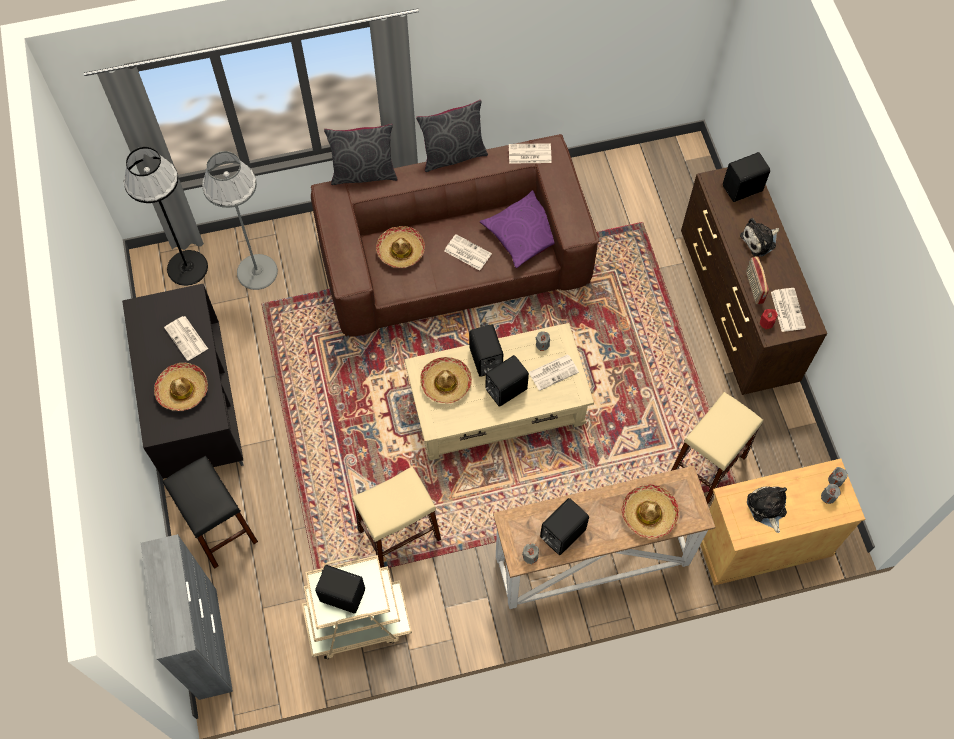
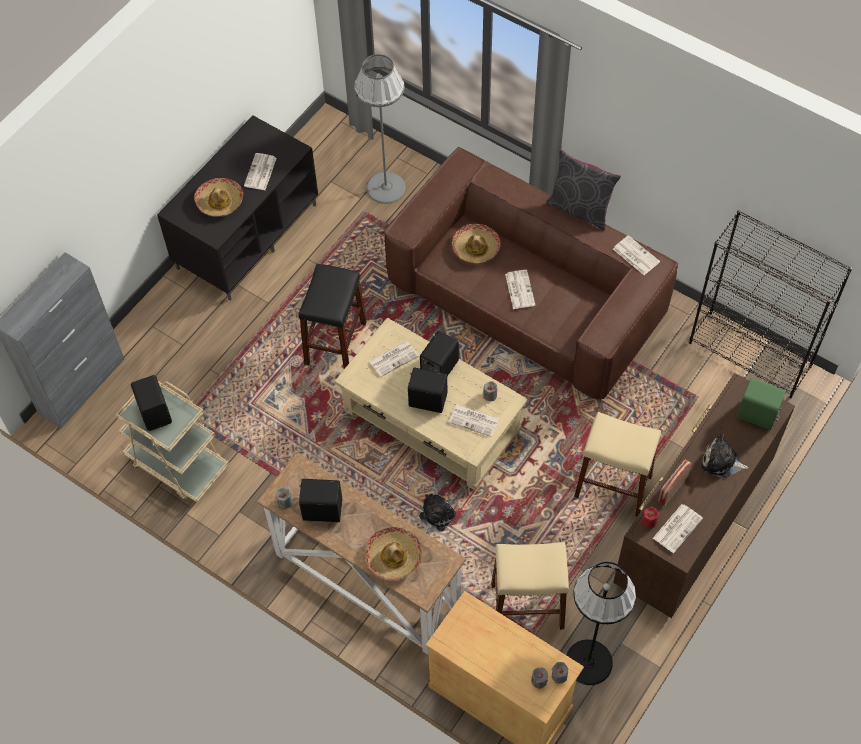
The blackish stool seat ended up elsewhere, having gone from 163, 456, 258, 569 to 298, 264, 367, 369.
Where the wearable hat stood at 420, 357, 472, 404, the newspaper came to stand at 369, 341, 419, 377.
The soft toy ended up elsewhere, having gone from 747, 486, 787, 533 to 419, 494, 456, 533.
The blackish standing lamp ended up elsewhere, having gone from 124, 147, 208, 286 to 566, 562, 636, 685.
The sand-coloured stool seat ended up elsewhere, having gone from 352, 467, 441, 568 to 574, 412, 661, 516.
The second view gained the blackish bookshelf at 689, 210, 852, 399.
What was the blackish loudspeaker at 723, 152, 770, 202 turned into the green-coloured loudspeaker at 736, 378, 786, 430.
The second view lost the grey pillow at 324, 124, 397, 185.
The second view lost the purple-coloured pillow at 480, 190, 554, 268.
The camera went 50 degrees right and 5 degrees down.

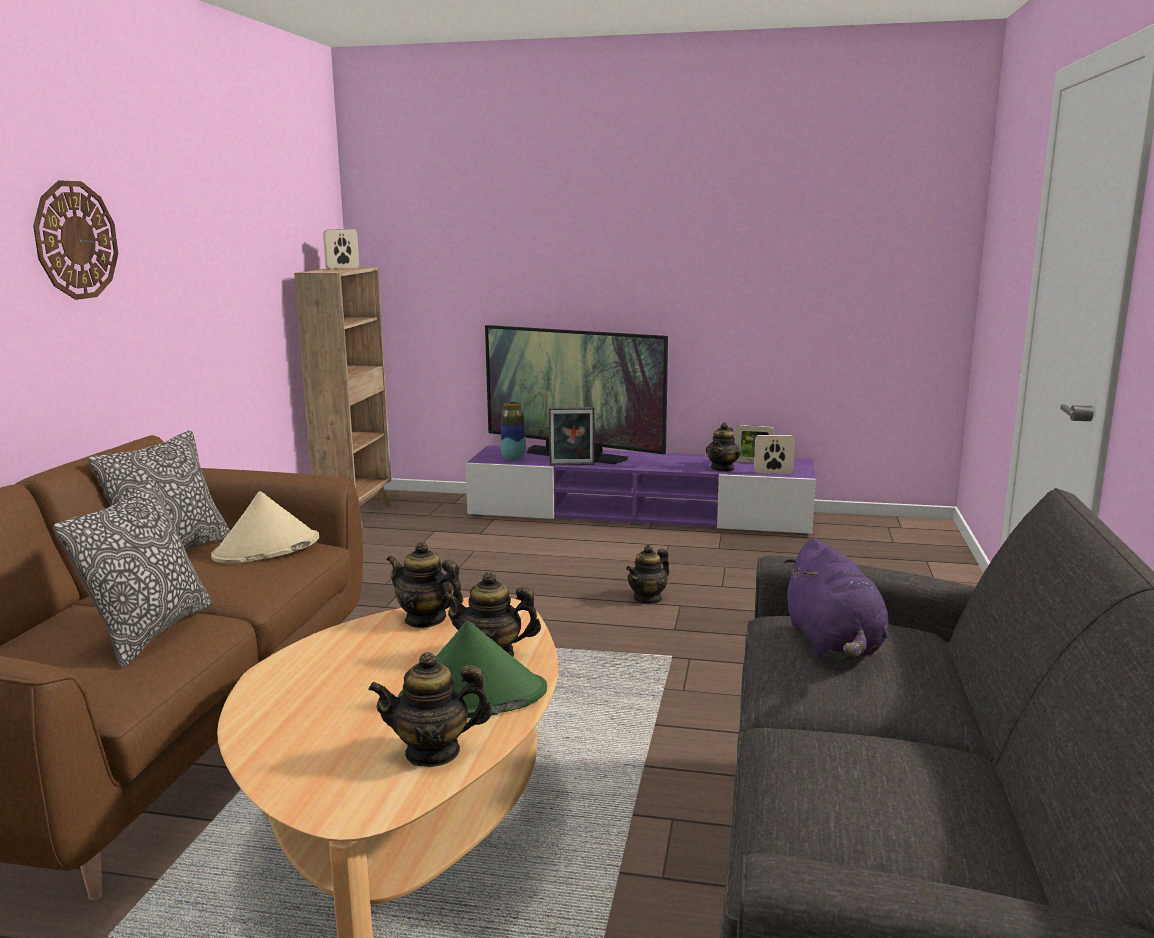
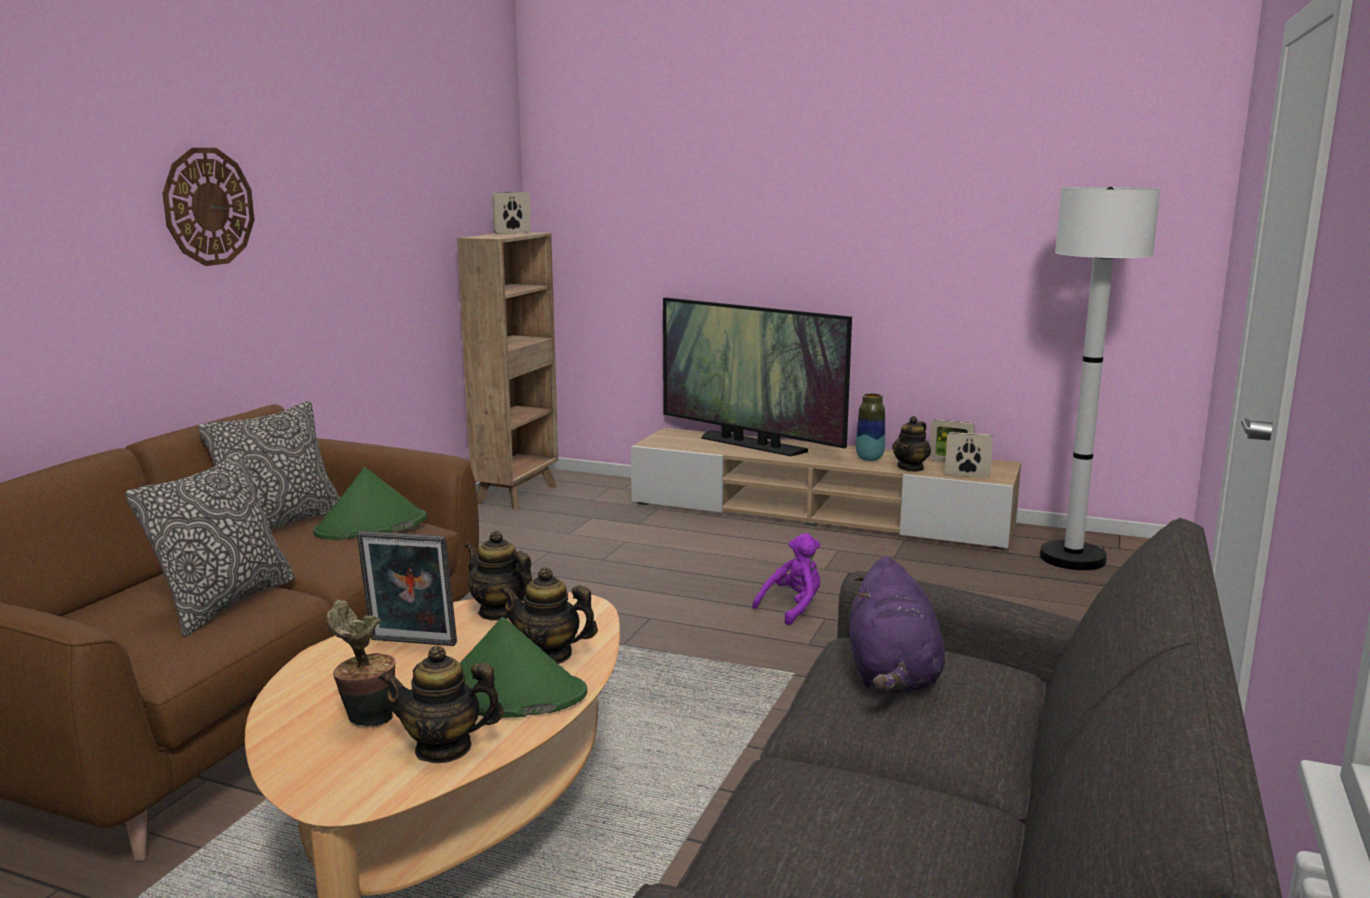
What was the sand-coloured wearable hat at 211, 491, 319, 564 turned into the green-coloured wearable hat at 313, 467, 427, 540.
The second view gained the houseplant at 326, 600, 396, 727.
The picture frame ended up elsewhere, having gone from 549, 407, 594, 465 to 357, 531, 457, 646.
What was the purple-coloured tv stand at 465, 445, 816, 535 turned into the sand-coloured tv stand at 631, 428, 1021, 550.
Where the tea pot stood at 626, 545, 670, 605, the purple-coloured soft toy came to stand at 752, 533, 820, 625.
The decorative vase ended up elsewhere, having gone from 501, 402, 526, 461 to 856, 393, 885, 461.
The second view gained the white-coloured standing lamp at 1040, 187, 1160, 570.
The camera went 10 degrees right and 0 degrees up.

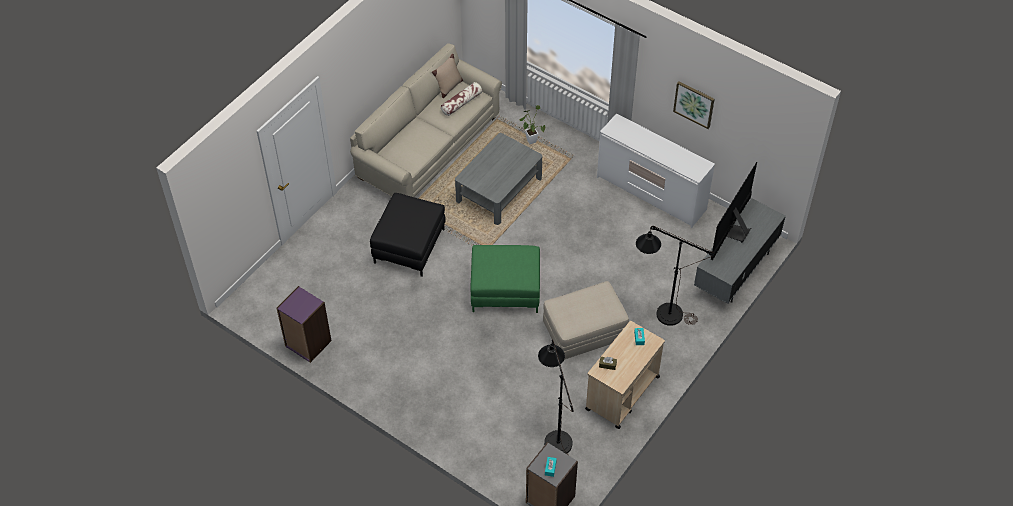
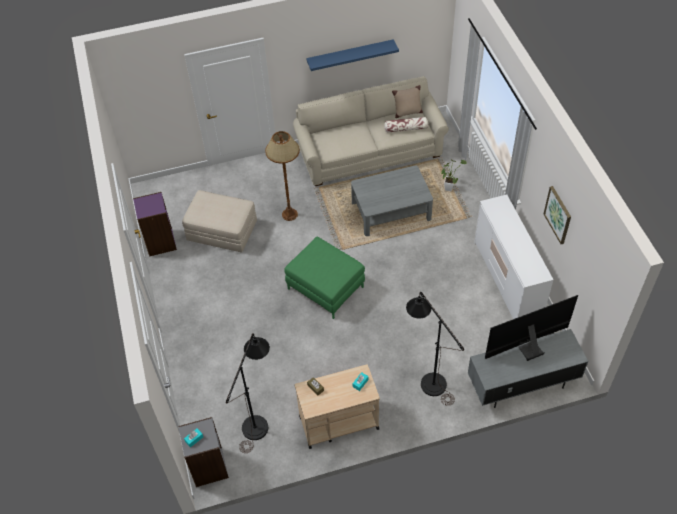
The sand-coloured footrest ended up elsewhere, having gone from 543, 281, 629, 359 to 182, 190, 257, 253.
Where the blackish footrest stood at 370, 193, 446, 277, the brownish standing lamp came to stand at 265, 131, 300, 221.
The second view gained the bluish wall shelf at 306, 39, 399, 71.
The camera went 40 degrees right and 0 degrees up.

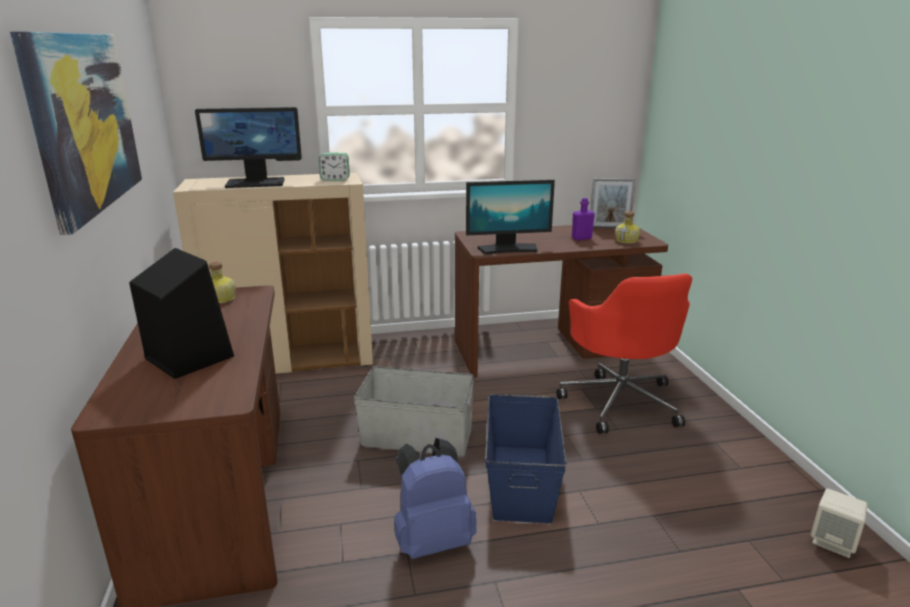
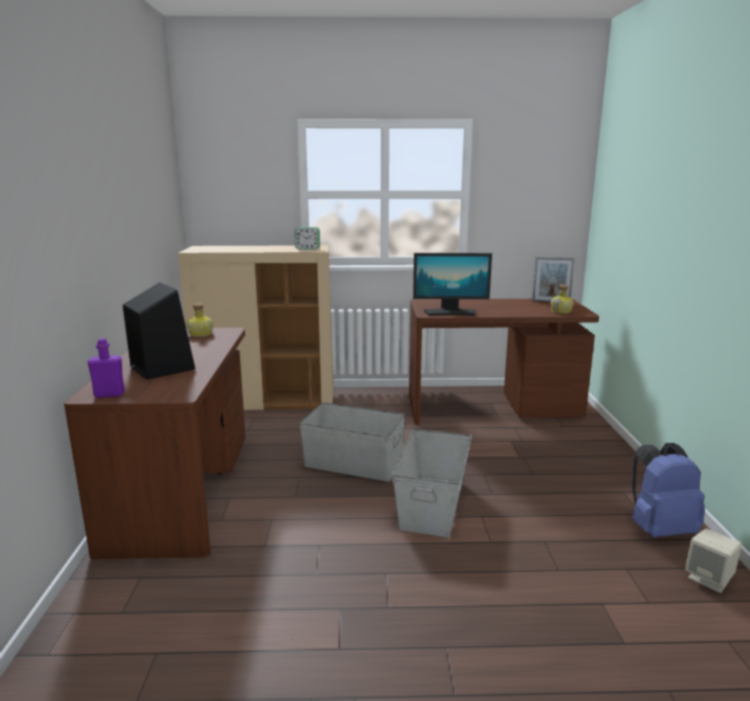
The purple-coloured beverage bottle ended up elsewhere, having gone from 572, 198, 595, 240 to 88, 338, 125, 398.
What was the bluish storage bin at 485, 394, 567, 523 turned into the grey storage bin at 392, 429, 472, 537.
The bluish rucksack ended up elsewhere, having gone from 394, 438, 477, 559 to 632, 443, 705, 538.
The second view lost the wall picture at 10, 31, 142, 235.
The second view lost the monitor at 195, 107, 302, 188.
The second view lost the reddish computer chair at 556, 274, 692, 434.
The camera went 10 degrees right and 5 degrees down.

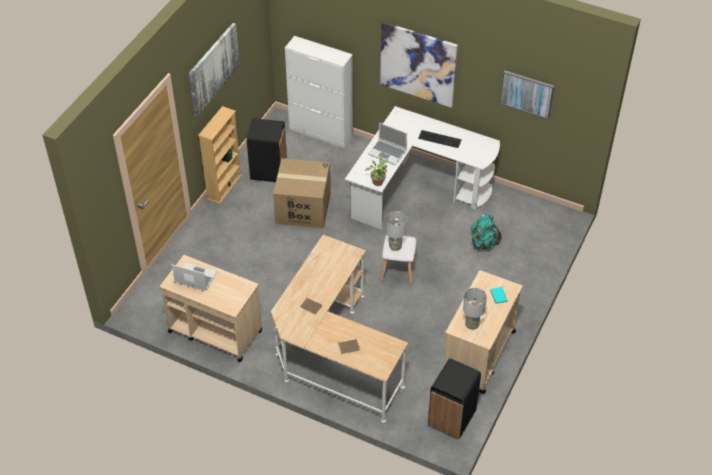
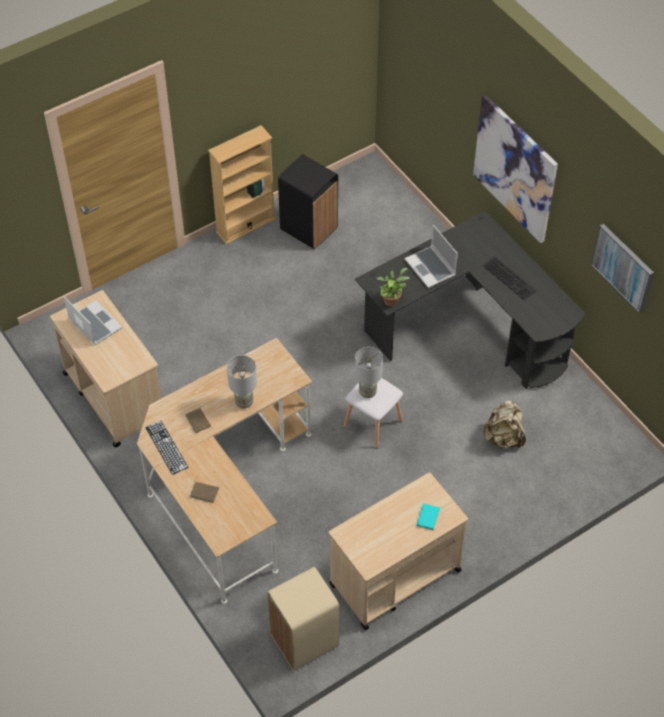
The second view gained the computer keyboard at 145, 420, 189, 475.
The grey table lamp ended up elsewhere, having gone from 463, 288, 487, 330 to 227, 355, 257, 409.
What was the blackish waste bin at 428, 359, 481, 439 turned into the sand-coloured waste bin at 267, 567, 339, 671.
What was the white-coloured desk unit at 345, 106, 500, 229 turned into the blackish desk unit at 355, 211, 585, 389.
What was the blue-green rucksack at 471, 214, 502, 249 turned into the sand-coloured rucksack at 483, 400, 526, 449.
The second view lost the wall picture at 189, 23, 240, 116.
The second view lost the cardboard box at 273, 158, 331, 228.
The second view lost the white-coloured cupboard at 285, 36, 353, 148.
The camera went 30 degrees right and 5 degrees up.

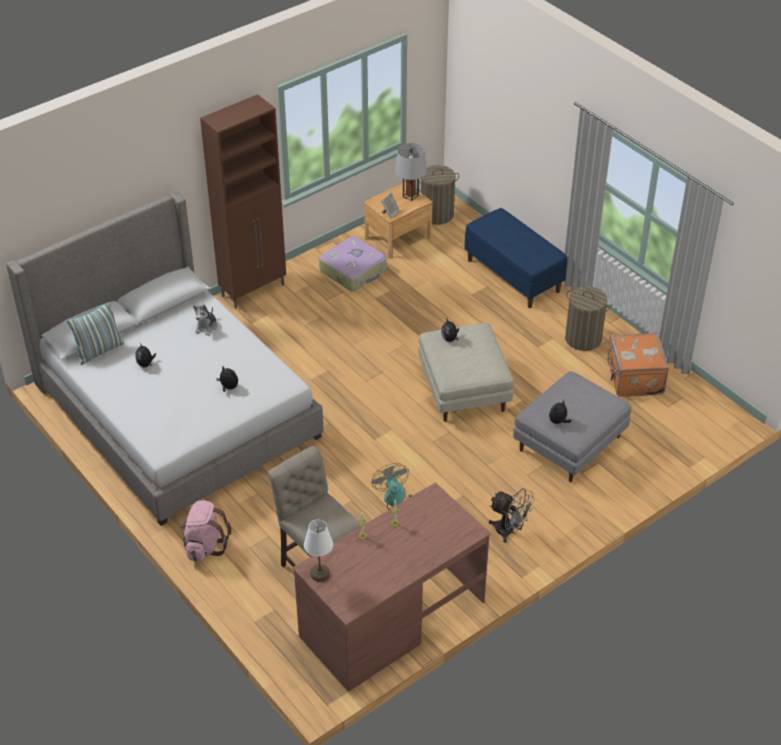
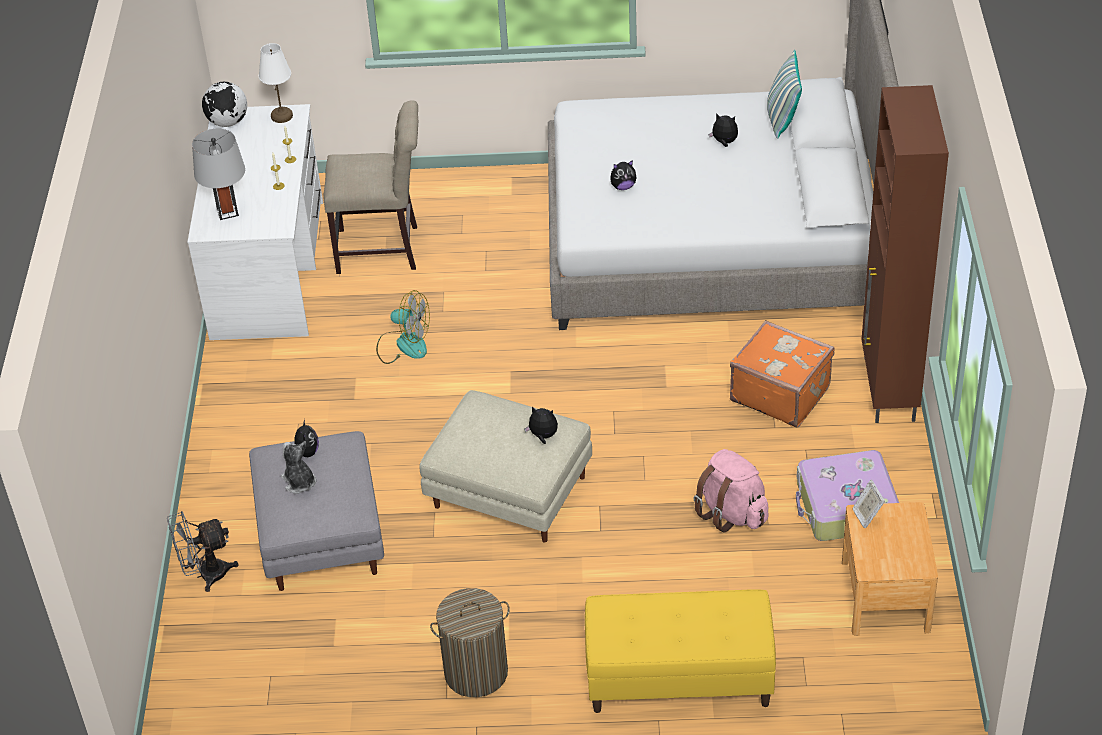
The grey cooling fan ended up elsewhere, having gone from 489, 488, 535, 543 to 167, 511, 239, 592.
What was the brownish desk unit at 293, 482, 491, 692 turned into the white-coloured desk unit at 187, 104, 323, 340.
The grey table lamp ended up elsewhere, having gone from 395, 143, 427, 201 to 192, 129, 245, 220.
The second view gained the world globe at 202, 82, 247, 127.
The soft toy ended up elsewhere, having gone from 193, 305, 217, 336 to 281, 441, 316, 494.
What was the bluish bench at 465, 208, 567, 308 turned into the yellow bench at 585, 589, 776, 713.
The pink-coloured rucksack ended up elsewhere, having gone from 180, 500, 232, 561 to 693, 449, 768, 533.
The orange travel case ended up elsewhere, having gone from 607, 333, 669, 397 to 730, 320, 834, 428.
The second view lost the washing basket at 419, 165, 459, 225.
The camera went 130 degrees right and 0 degrees up.

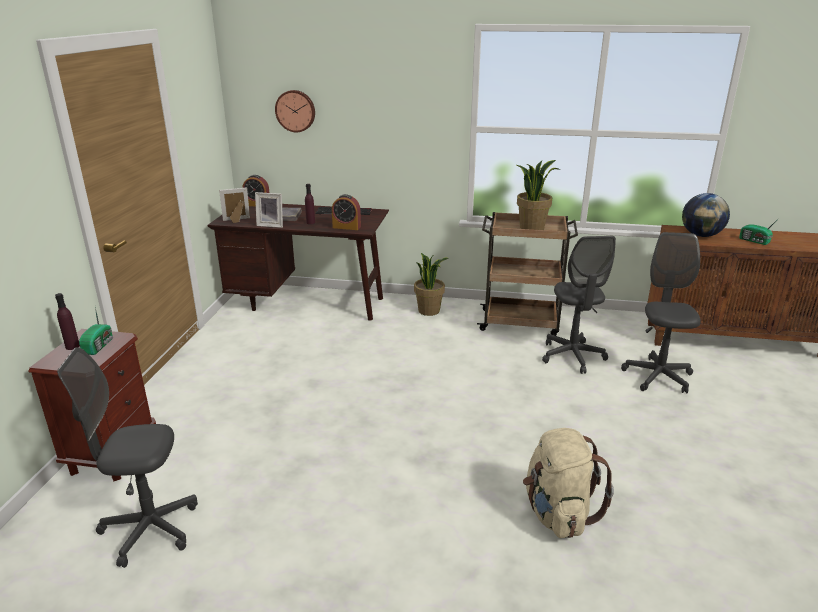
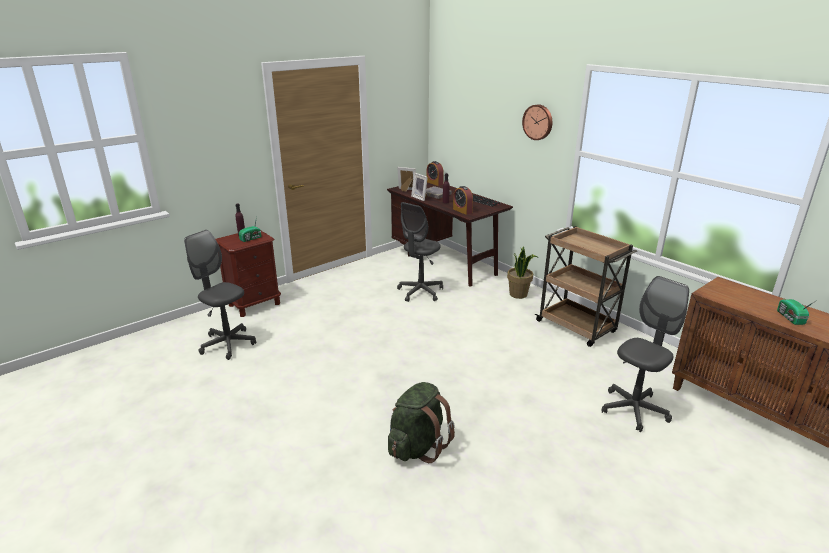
What was the sand-coloured rucksack at 523, 428, 614, 538 turned into the green-coloured rucksack at 388, 382, 455, 463.
The grey computer chair ended up elsewhere, having gone from 542, 236, 616, 374 to 397, 202, 443, 302.
The wall clock ended up elsewhere, having gone from 275, 90, 315, 133 to 522, 104, 552, 140.
The second view lost the houseplant at 517, 160, 561, 230.
The second view lost the world globe at 682, 193, 730, 237.
The camera went 40 degrees right and 0 degrees up.

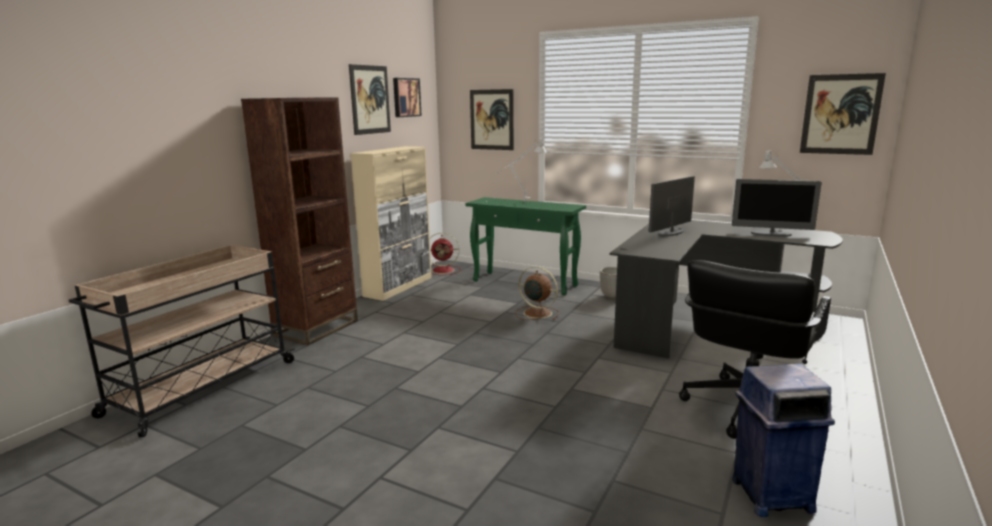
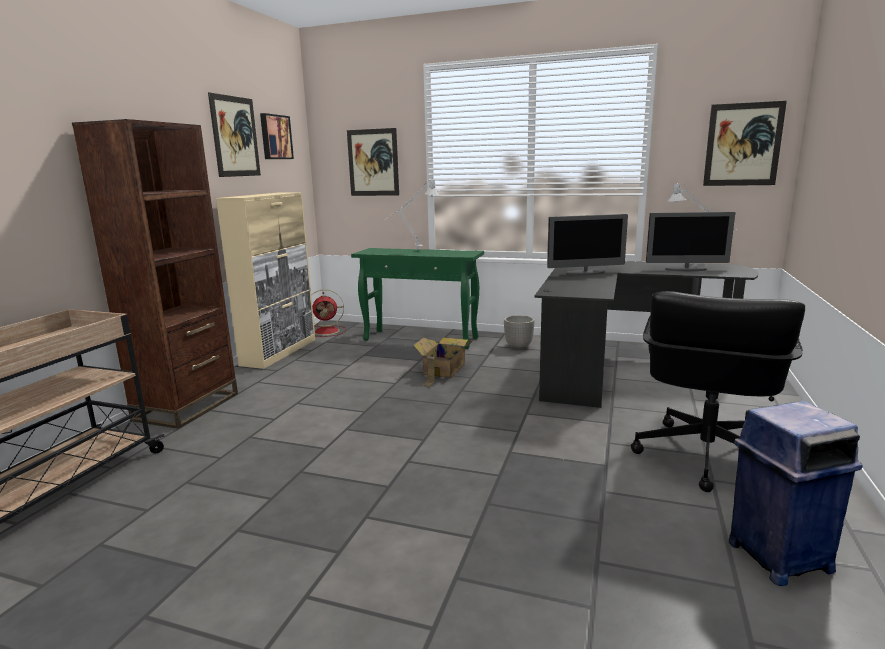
Where the brownish cooling fan stood at 515, 266, 559, 320, the cardboard box came to stand at 413, 337, 473, 387.
The monitor at 649, 176, 695, 236 ended up facing another way, 135 degrees counterclockwise from before.
The camera went 10 degrees left and 0 degrees up.

